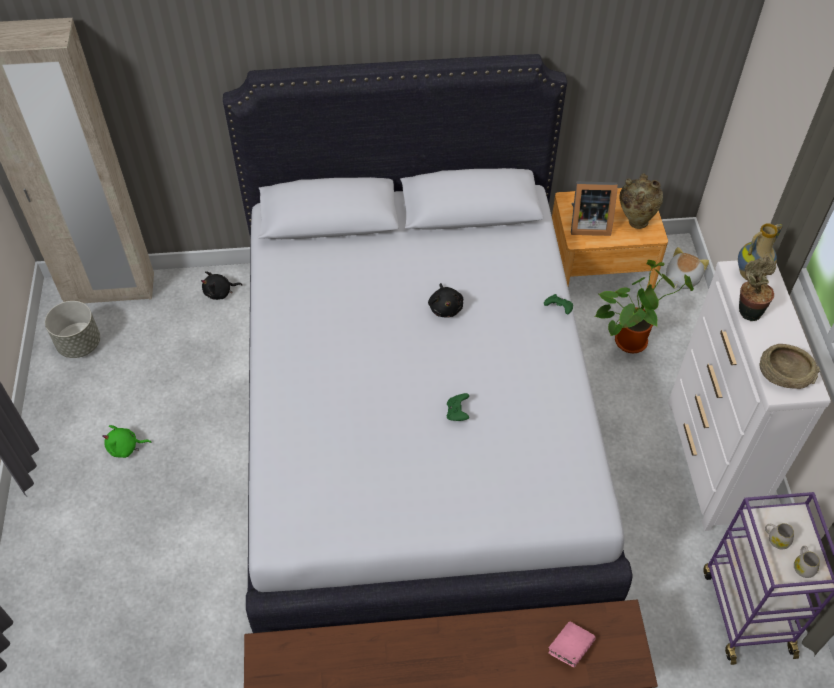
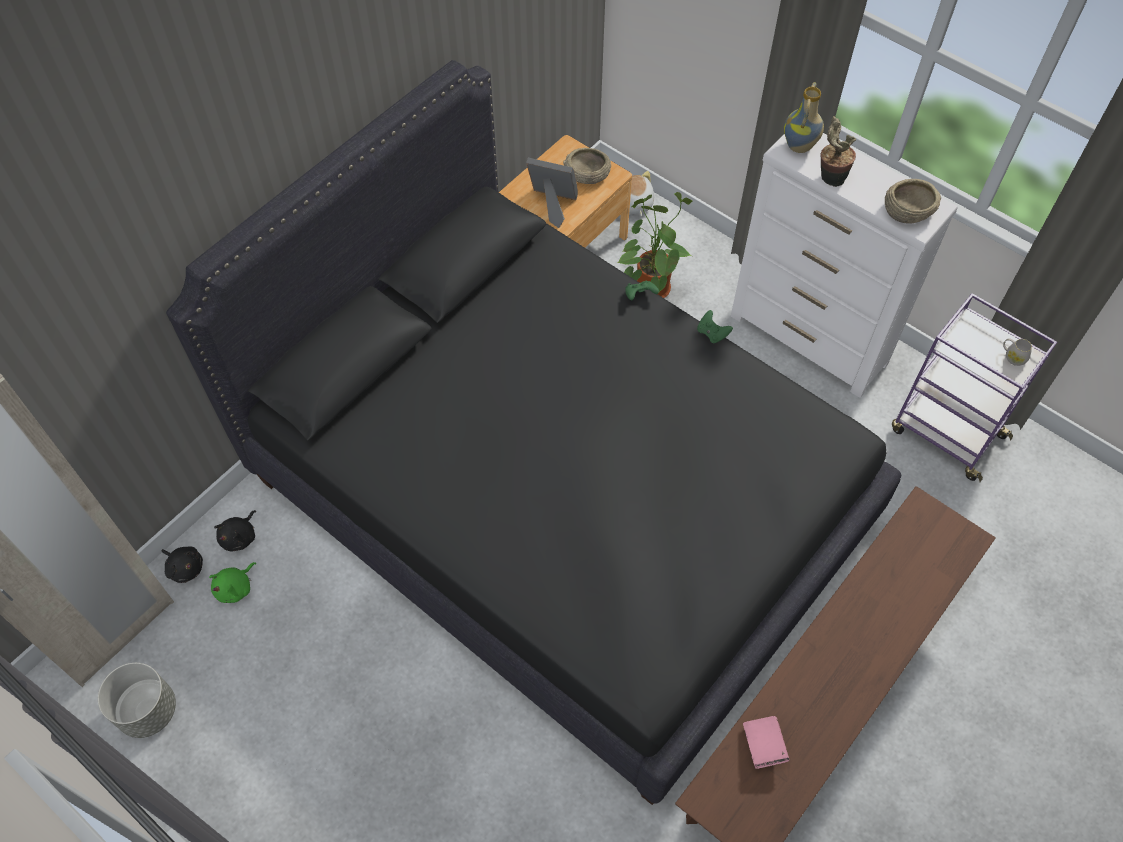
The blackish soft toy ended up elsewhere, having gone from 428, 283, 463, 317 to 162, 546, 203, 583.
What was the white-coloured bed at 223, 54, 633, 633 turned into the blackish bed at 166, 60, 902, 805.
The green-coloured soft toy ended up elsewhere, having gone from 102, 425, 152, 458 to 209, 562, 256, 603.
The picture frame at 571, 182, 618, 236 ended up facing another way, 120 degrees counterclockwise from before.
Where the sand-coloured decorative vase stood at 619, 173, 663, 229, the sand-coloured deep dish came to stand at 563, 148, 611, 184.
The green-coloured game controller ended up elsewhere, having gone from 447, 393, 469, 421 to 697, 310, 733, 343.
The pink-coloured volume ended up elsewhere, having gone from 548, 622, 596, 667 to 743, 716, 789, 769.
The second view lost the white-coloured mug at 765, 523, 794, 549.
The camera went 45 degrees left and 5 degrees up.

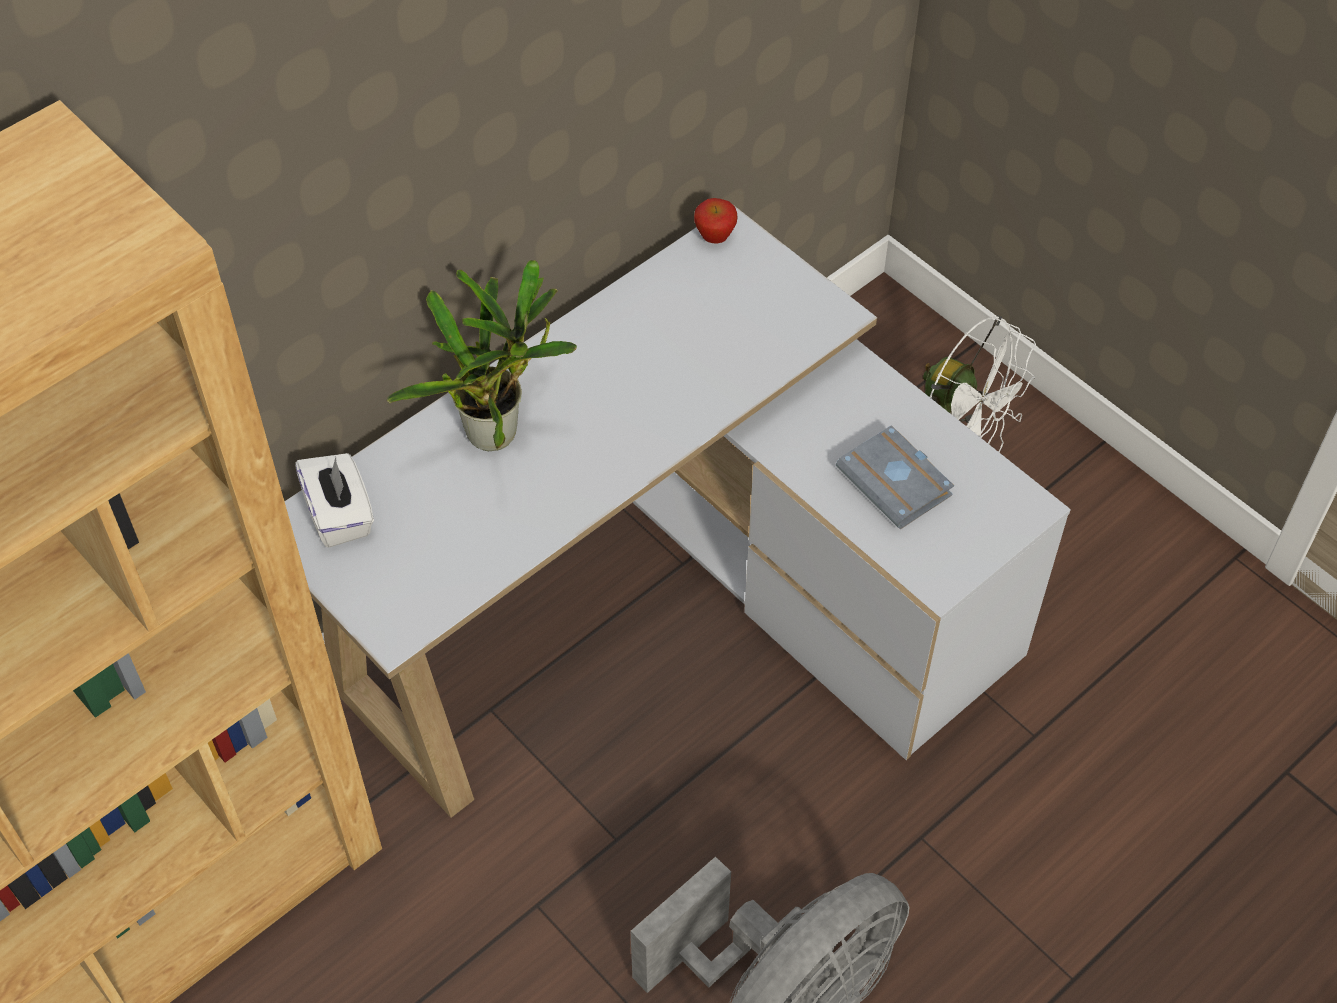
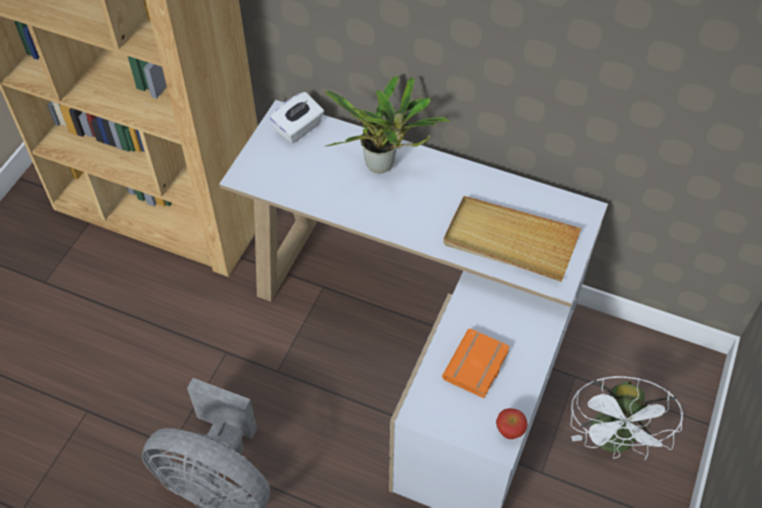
What was the grey volume at 836, 425, 954, 529 turned into the orange volume at 442, 328, 510, 398.
The second view gained the sand-coloured carrying tray at 443, 196, 581, 282.
The apple fruit ended up elsewhere, having gone from 694, 198, 738, 244 to 496, 408, 528, 439.
The camera went 65 degrees right and 0 degrees up.

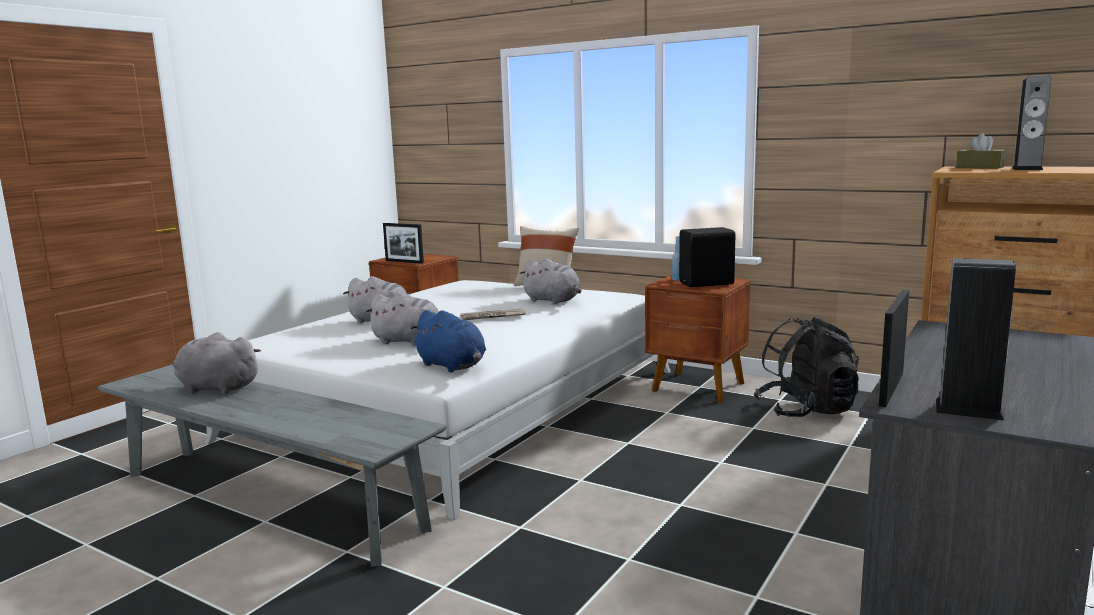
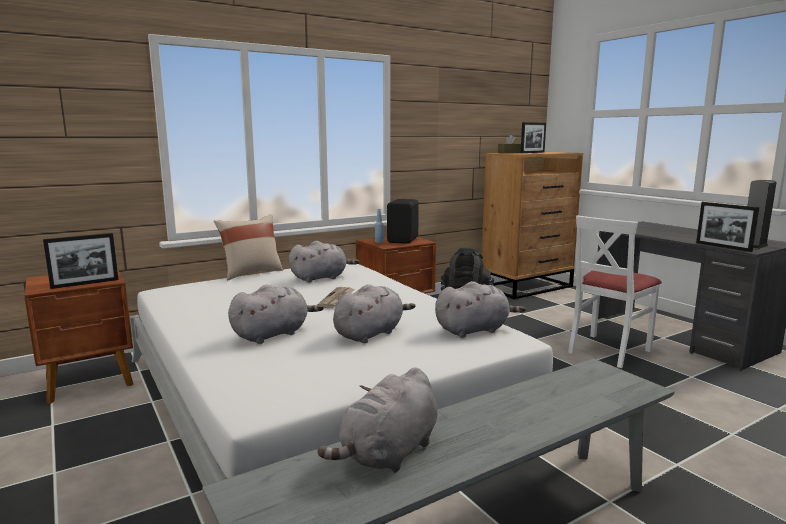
What was the bluish soft toy at 410, 310, 486, 372 turned into the grey soft toy at 435, 281, 526, 338.
Where the loudspeaker stood at 1012, 75, 1051, 170, the picture frame came to stand at 521, 122, 546, 153.
The second view gained the white-coloured upright chair at 568, 215, 662, 368.
The camera went 65 degrees left and 0 degrees up.

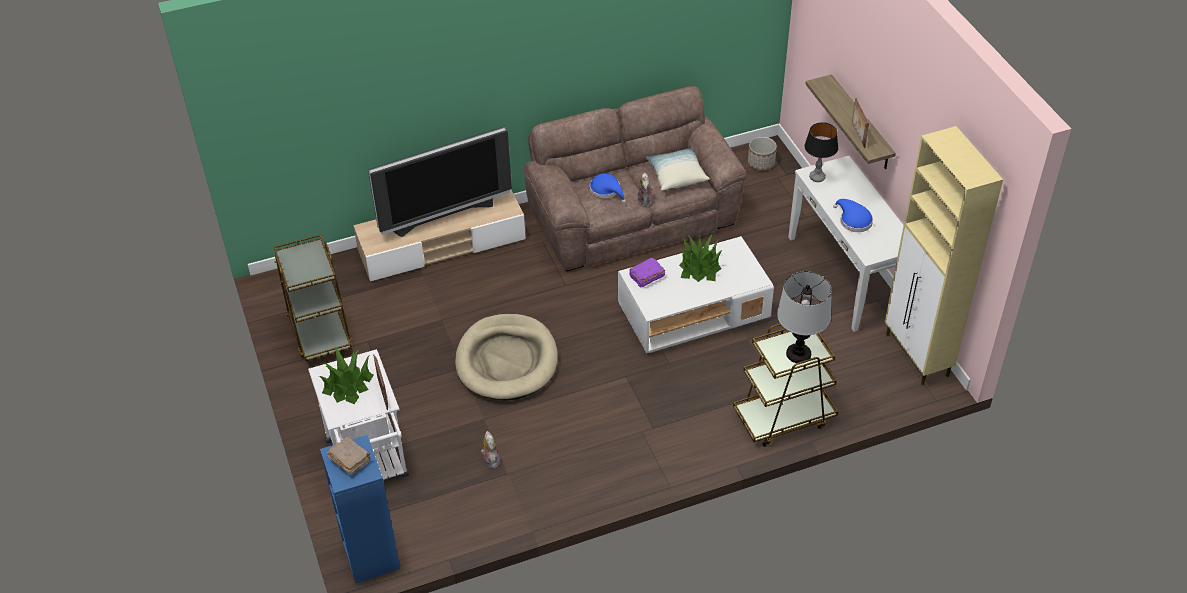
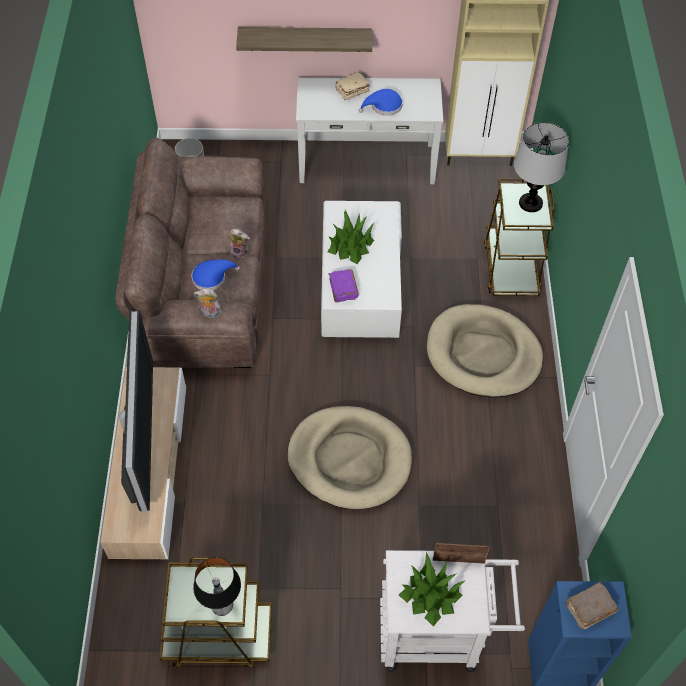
The table lamp ended up elsewhere, having gone from 804, 122, 838, 182 to 193, 557, 241, 616.
The soft toy ended up elsewhere, having gone from 481, 431, 501, 468 to 194, 288, 221, 318.
The second view gained the sand-coloured volume at 335, 72, 370, 100.
The second view gained the sand-coloured pet bed at 427, 304, 543, 398.
The second view lost the pillow at 646, 147, 710, 191.
The second view lost the picture frame at 852, 98, 869, 148.
The camera went 70 degrees left and 10 degrees up.

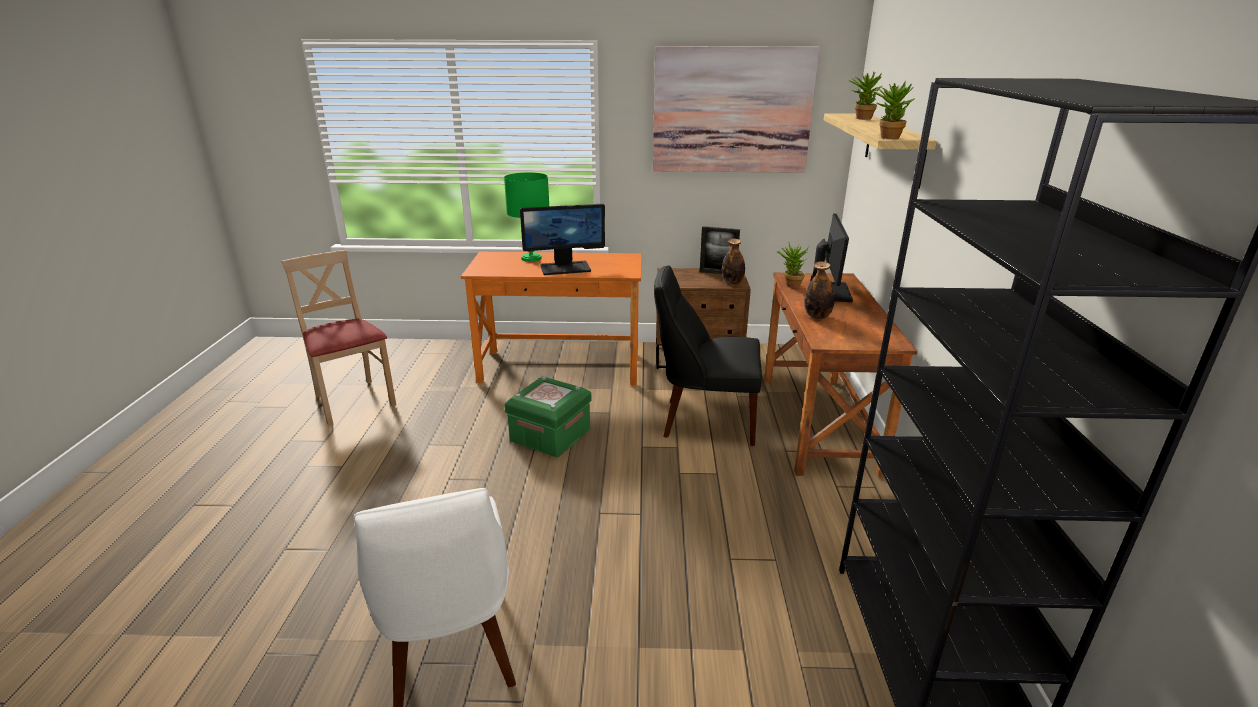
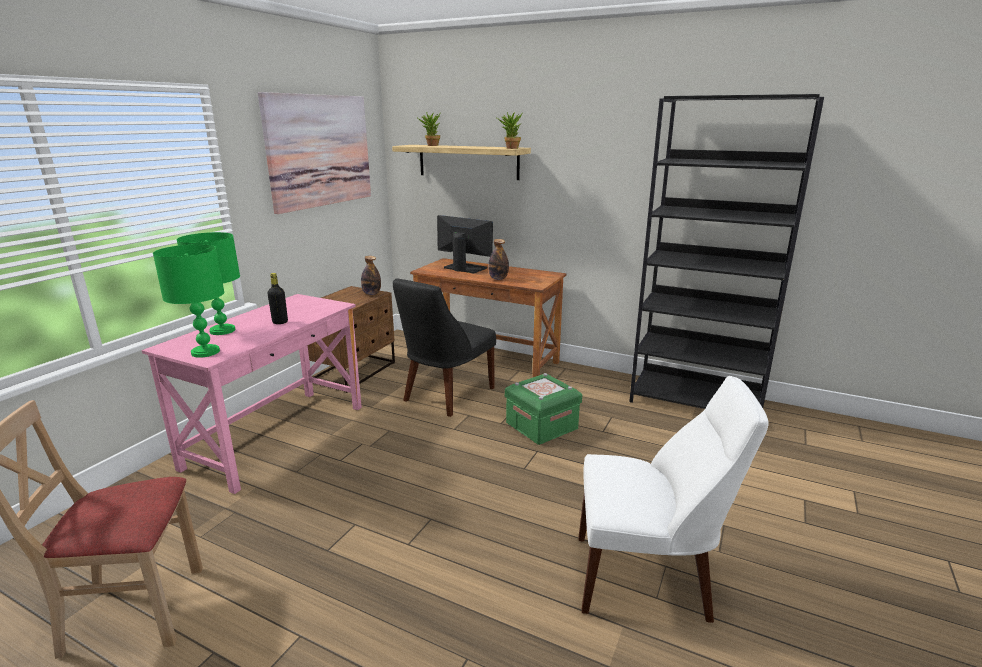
What was the orange desk unit at 461, 252, 642, 385 turned into the pink-coloured desk unit at 142, 294, 362, 494.
The second view gained the green-coloured table lamp at 153, 244, 224, 358.
Where the monitor stood at 520, 204, 605, 275, the blackish beverage bottle came to stand at 267, 273, 288, 324.
The green-coloured storage bin ended up elsewhere, having gone from 504, 376, 592, 457 to 505, 373, 582, 445.
The second view lost the picture frame at 700, 226, 740, 274.
The second view lost the houseplant at 777, 242, 809, 288.
The camera went 65 degrees left and 5 degrees down.

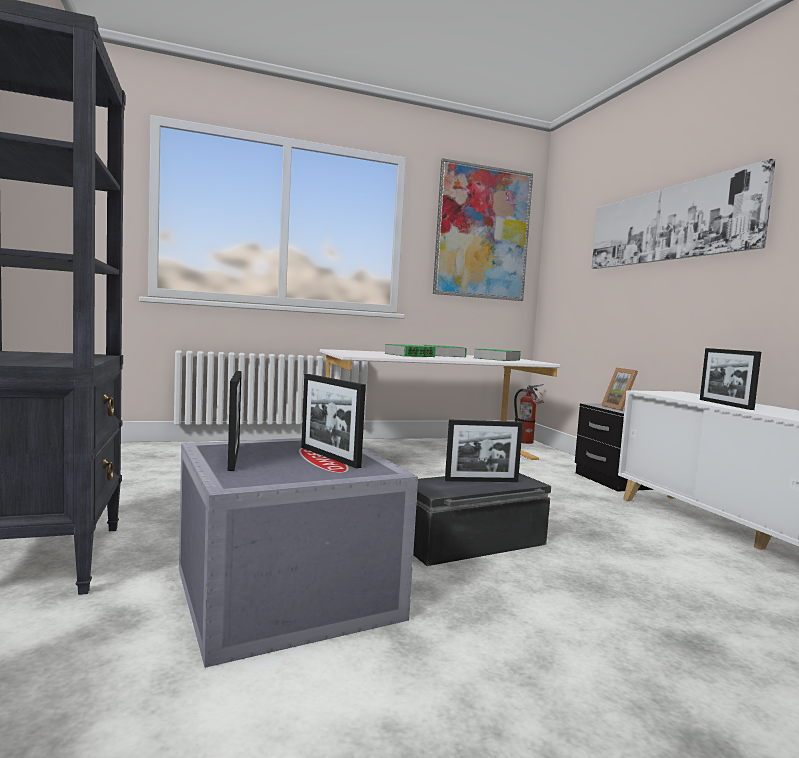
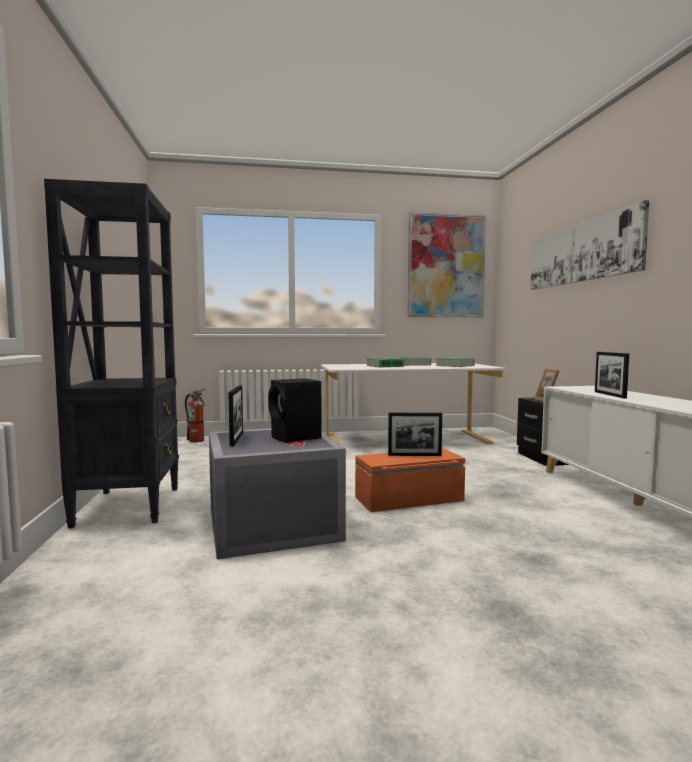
The fire-fighting cylinder ended up elsewhere, having gone from 514, 384, 544, 444 to 185, 389, 206, 443.
Where the picture frame stood at 301, 374, 366, 469, the blackish loudspeaker came to stand at 268, 378, 322, 443.
What was the blackish storage bin at 413, 473, 551, 566 turned into the orange storage bin at 355, 448, 465, 512.
The camera went 10 degrees right and 0 degrees up.

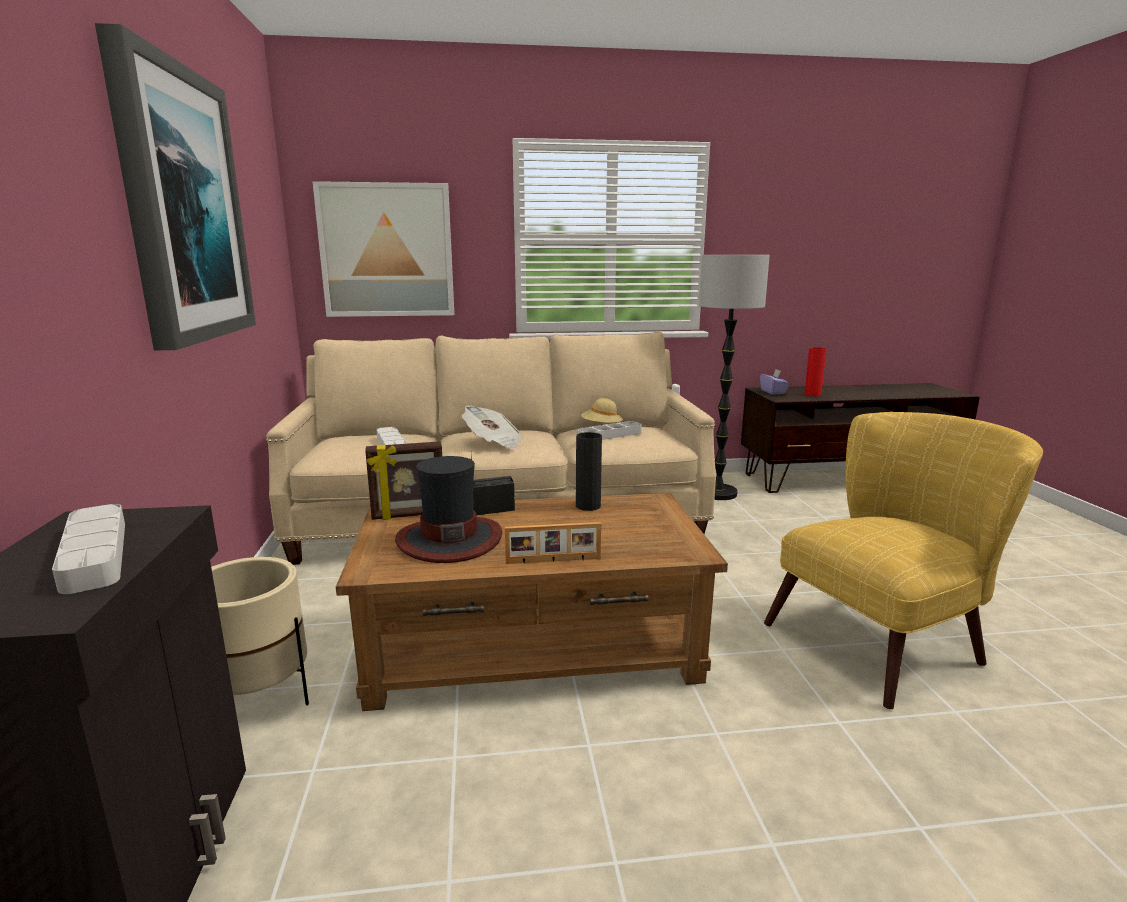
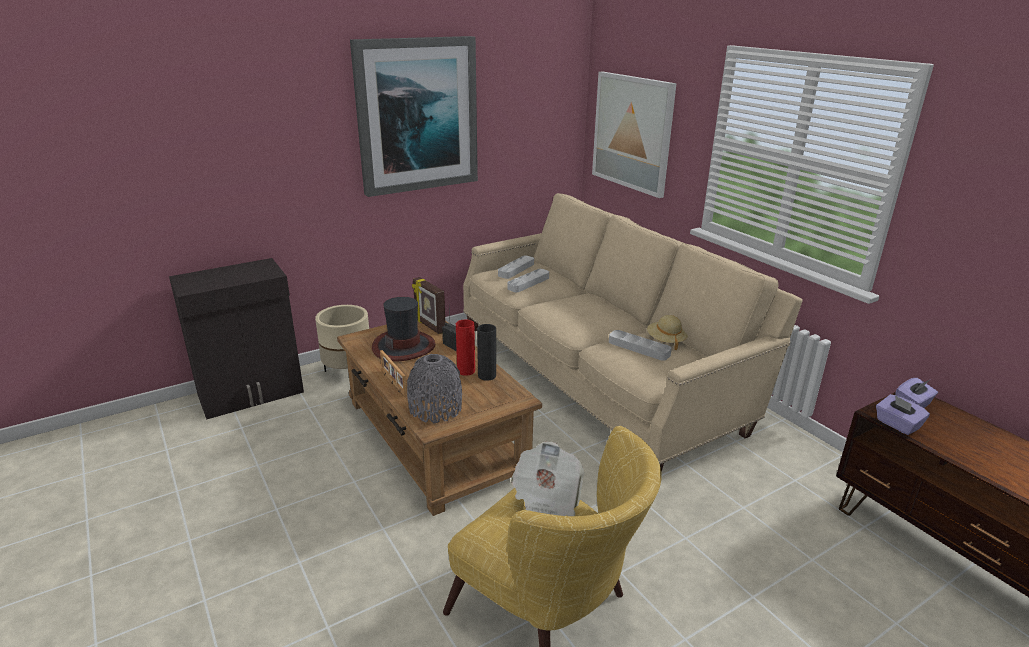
The second view gained the grey decorative vase at 407, 354, 462, 423.
The reddish decorative vase ended up elsewhere, having gone from 804, 347, 827, 396 to 456, 320, 475, 376.
The grey carrying tray ended up elsewhere, having gone from 52, 504, 125, 594 to 498, 256, 534, 279.
The newspaper ended up elsewhere, having gone from 462, 405, 523, 450 to 511, 442, 585, 516.
The second view gained the purple-coloured box of tissues at 876, 394, 930, 435.
The second view lost the standing lamp at 699, 255, 770, 500.
The camera went 65 degrees right and 10 degrees up.

